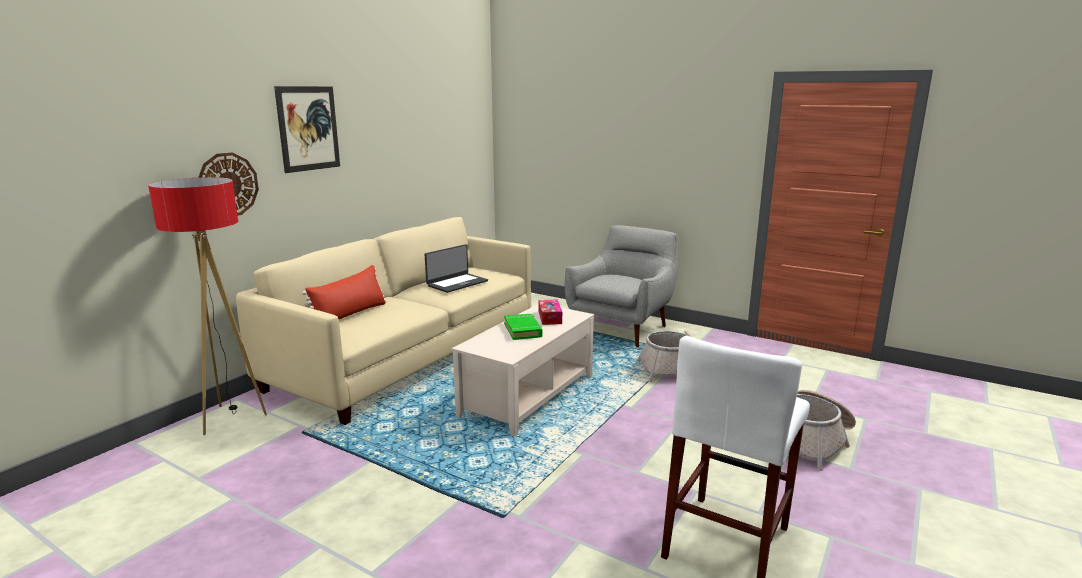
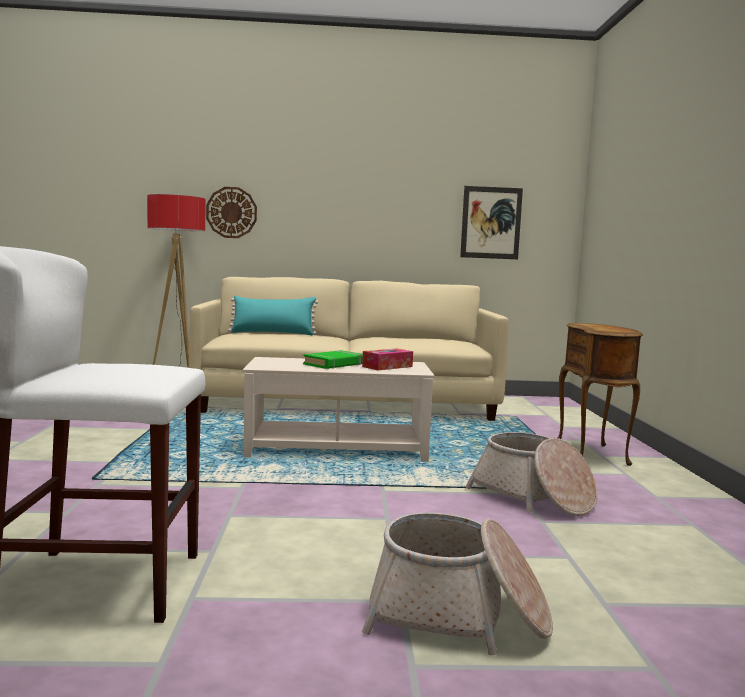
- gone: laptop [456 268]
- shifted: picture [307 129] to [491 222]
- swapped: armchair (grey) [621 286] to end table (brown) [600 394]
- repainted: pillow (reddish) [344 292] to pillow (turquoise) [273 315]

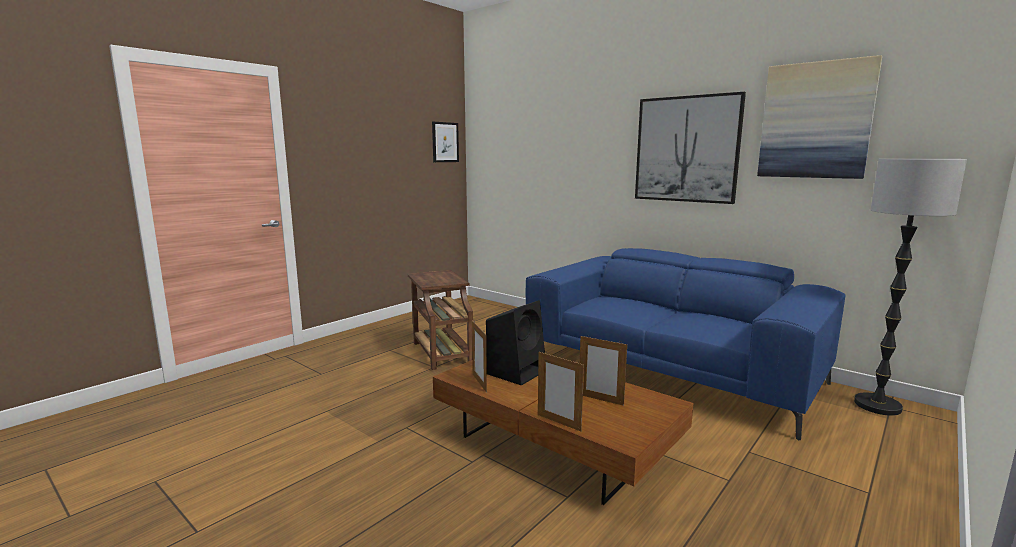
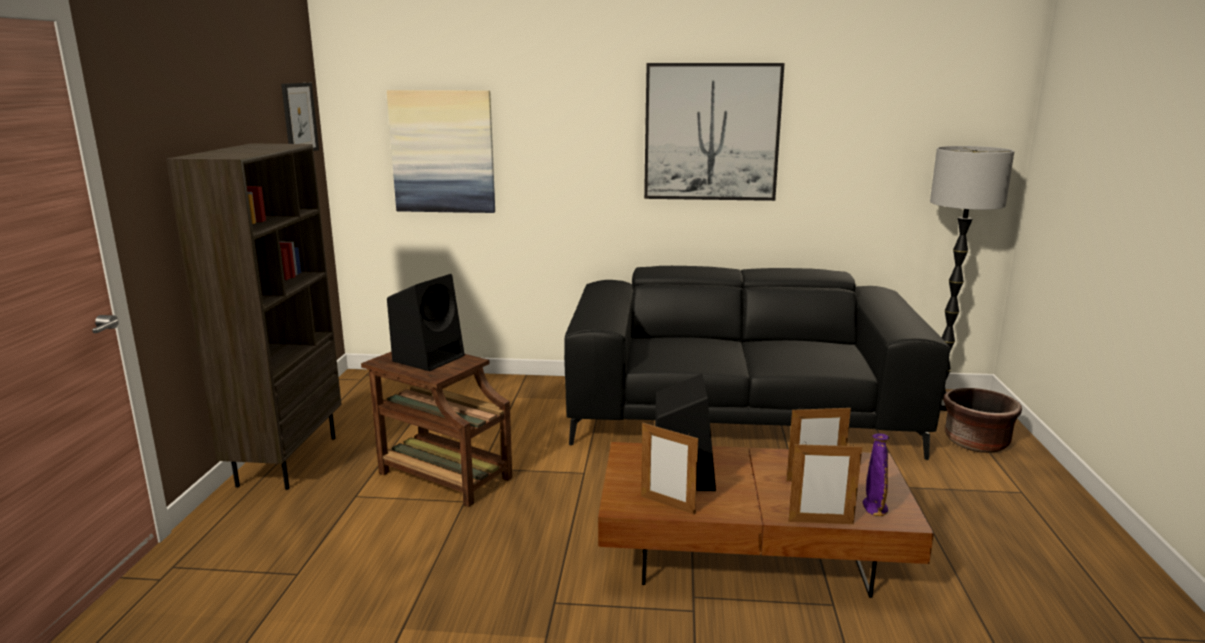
- new: bookcase (brown) [253 317]
- new: audio speaker (black-coloured) [426 322]
- new: flower vase (purple-coloured) [876 474]
- new: planter (brown) [982 420]
- shifted: picture [819 117] to [441 151]
- repainted: settee (bluish) [685 344] to settee (black-coloured) [757 363]

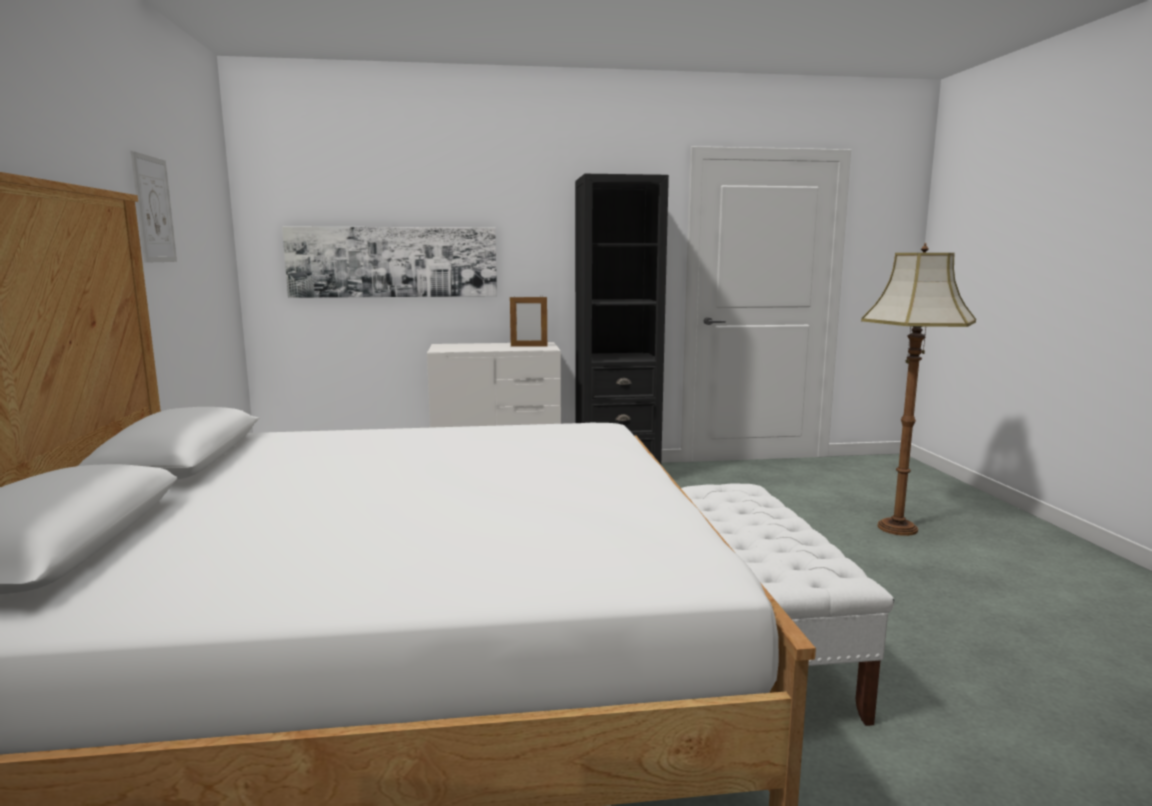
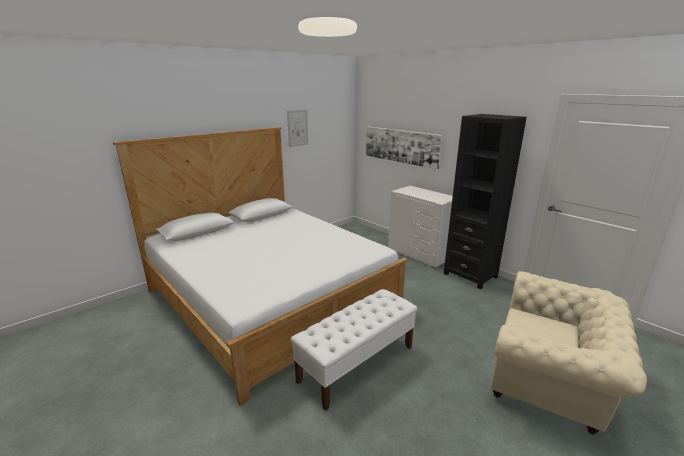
- gone: picture frame [528 321]
- swapped: standard lamp [918 389] to armchair (beige-coloured) [568 353]

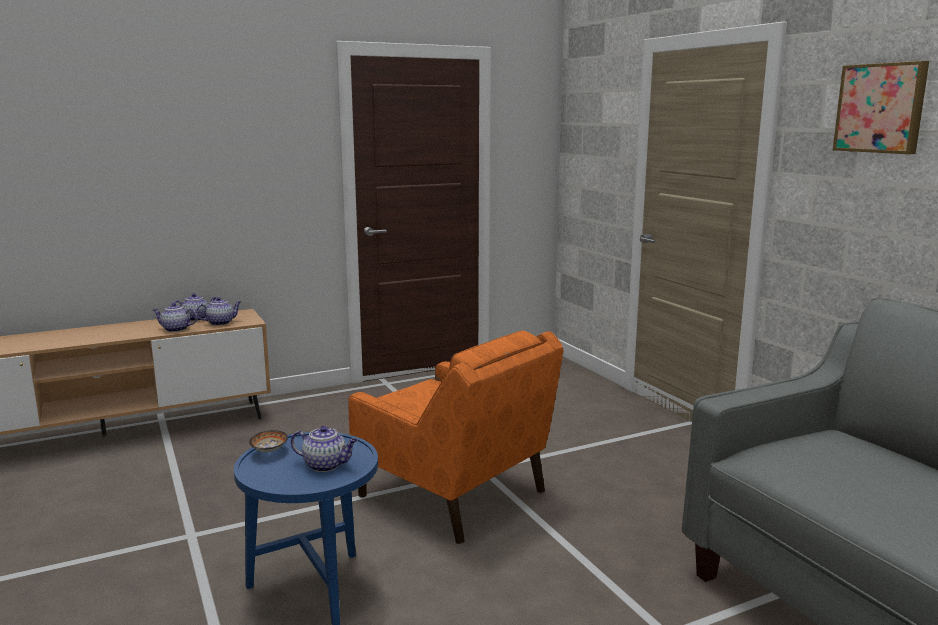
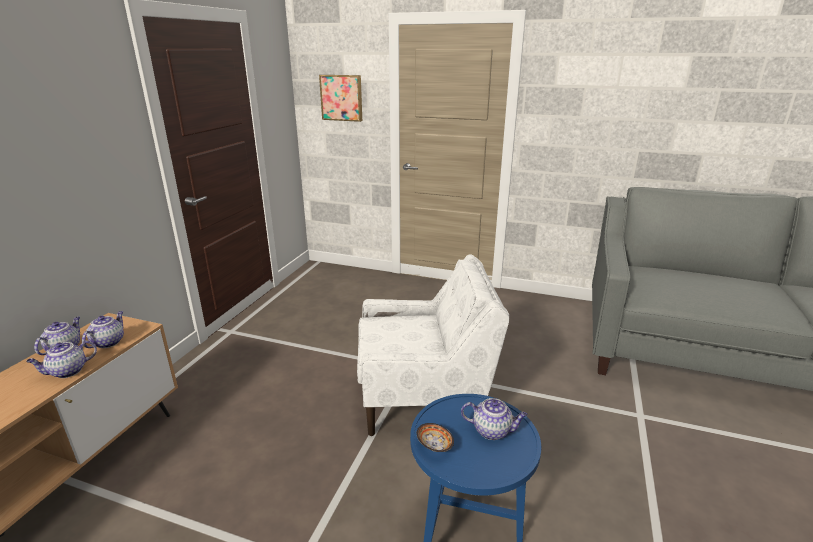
- shifted: picture [881 107] to [340 98]
- repainted: armchair (orange-coloured) [456 437] to armchair (white-coloured) [433 345]
- rotated: teapot [324 449] = [494 419] 45 degrees clockwise

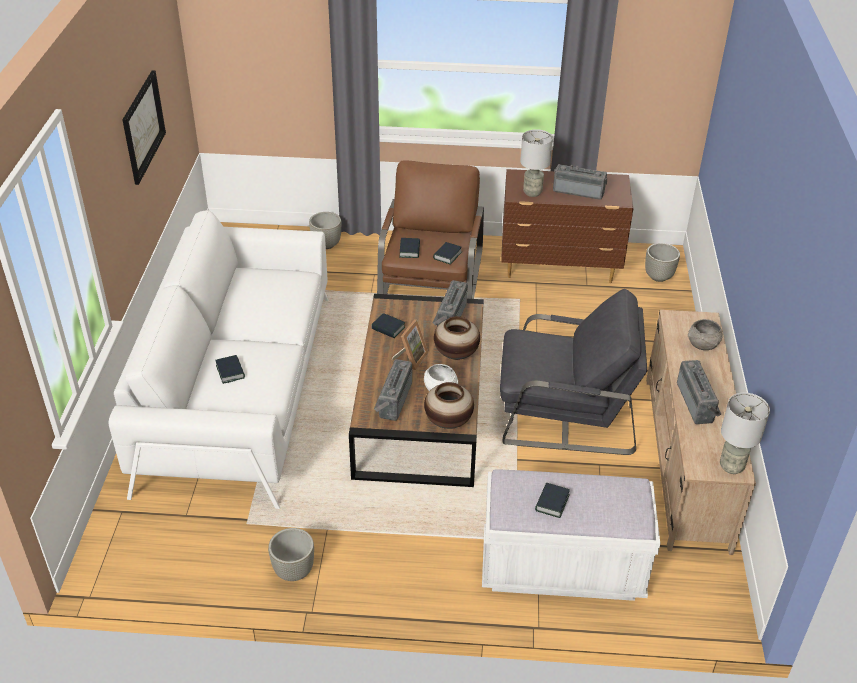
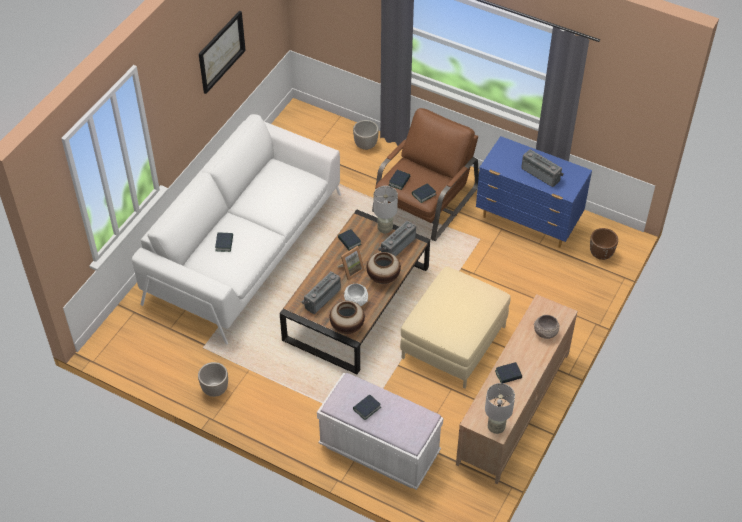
- shifted: tabletop lamp (grey) [536 163] to [385 210]
- swapped: armchair (grey) [574 372] to pouffe (beige-coloured) [455 327]
- swapped: radio set [699 392] to book [508 372]
- repainted: chest of drawers (brown) [567 226] to chest of drawers (bluish) [534 192]
- repainted: planter (grey) [662 262] to planter (brown) [604 244]

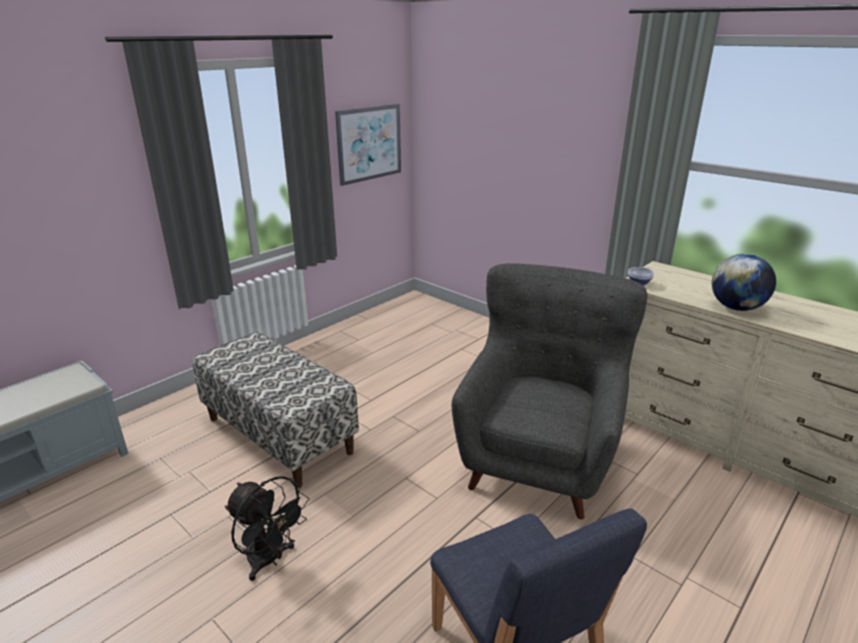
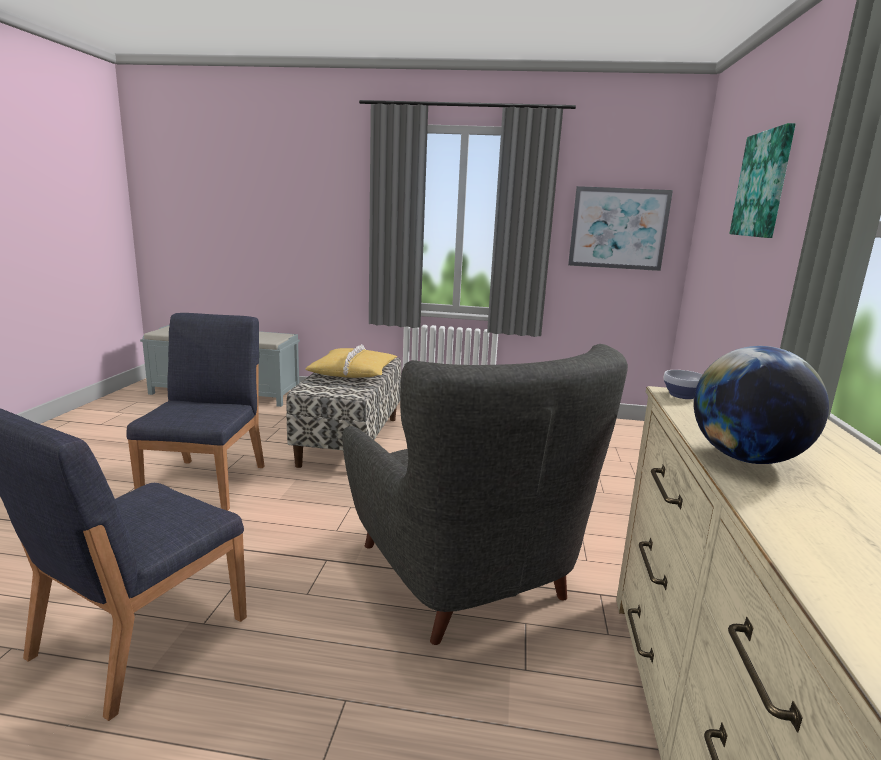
- new: pillow (yellowish) [351 361]
- new: picture [762 180]
- swapped: fan (black-coloured) [267 528] to chair (bluish) [195 412]
- rotated: armchair (grey) [550 391] = [485 494] 75 degrees clockwise

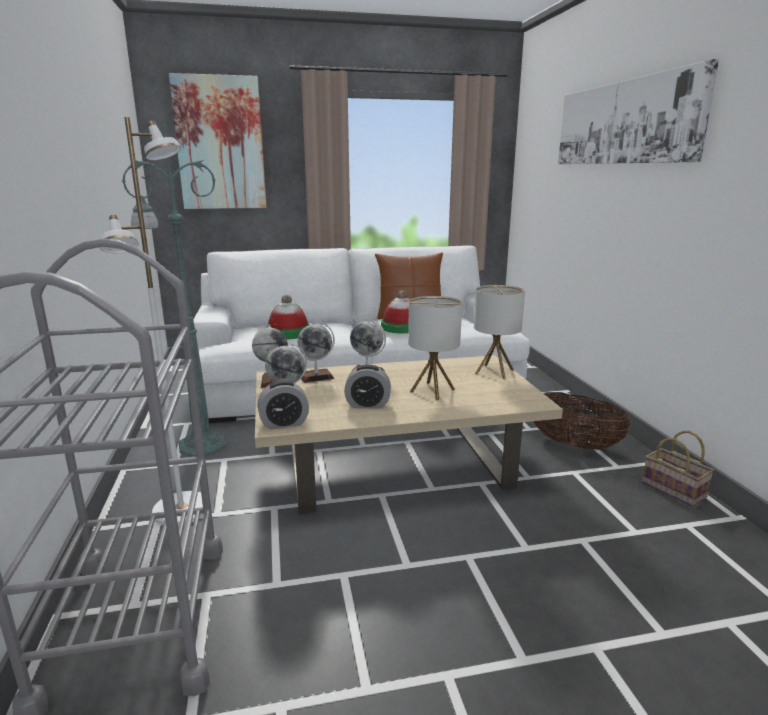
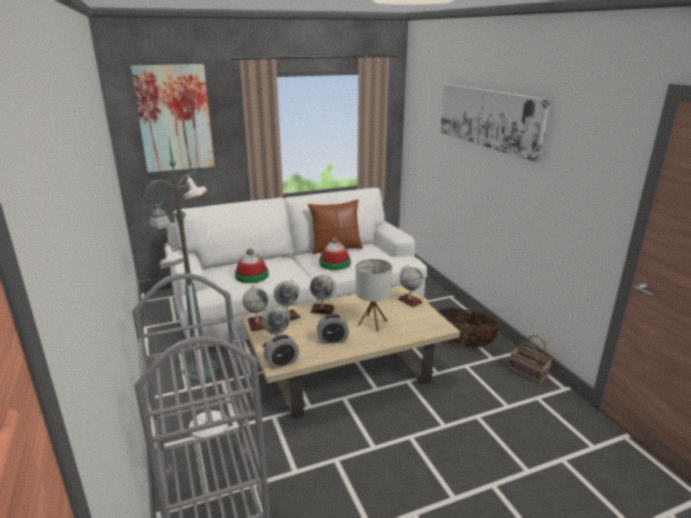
- swapped: tabletop lamp [499 332] to globe [410 286]

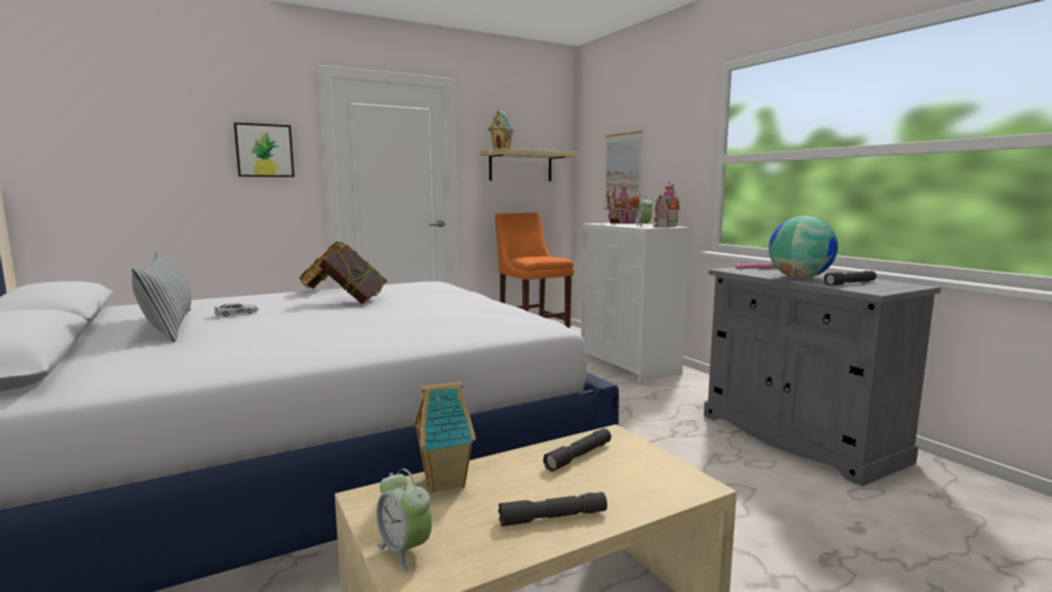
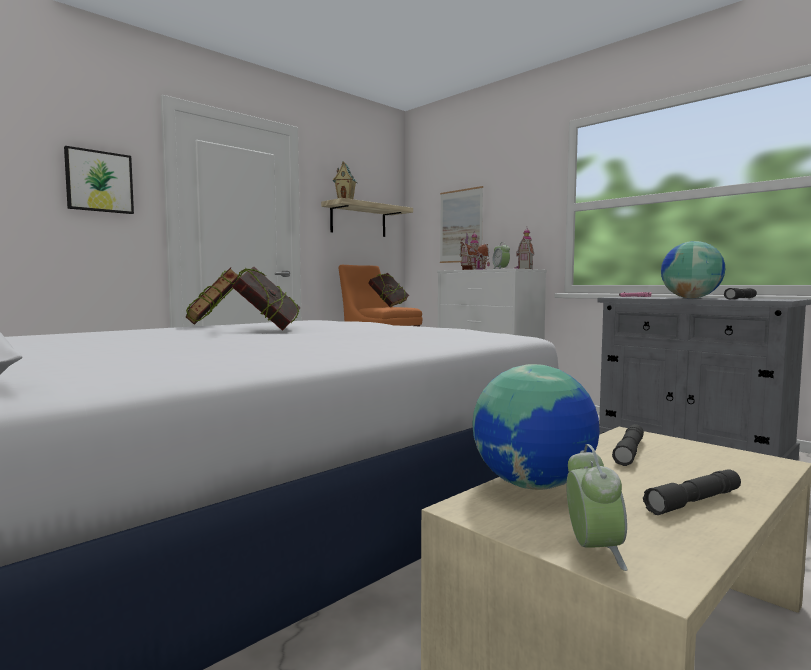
- gone: pillow [161 296]
- gone: model car [236 309]
- new: book [388 290]
- swapped: toy house [445 437] to globe [536 427]
- rotated: alarm clock [404 519] = [597 507] 120 degrees counterclockwise

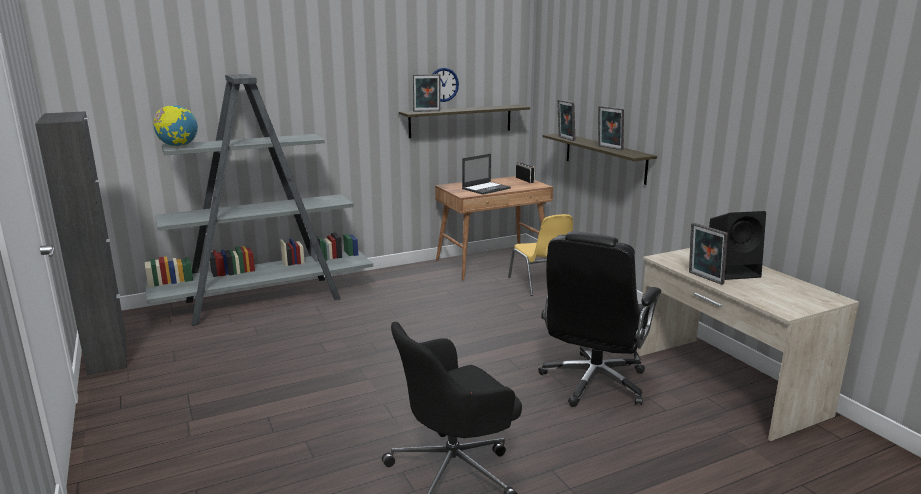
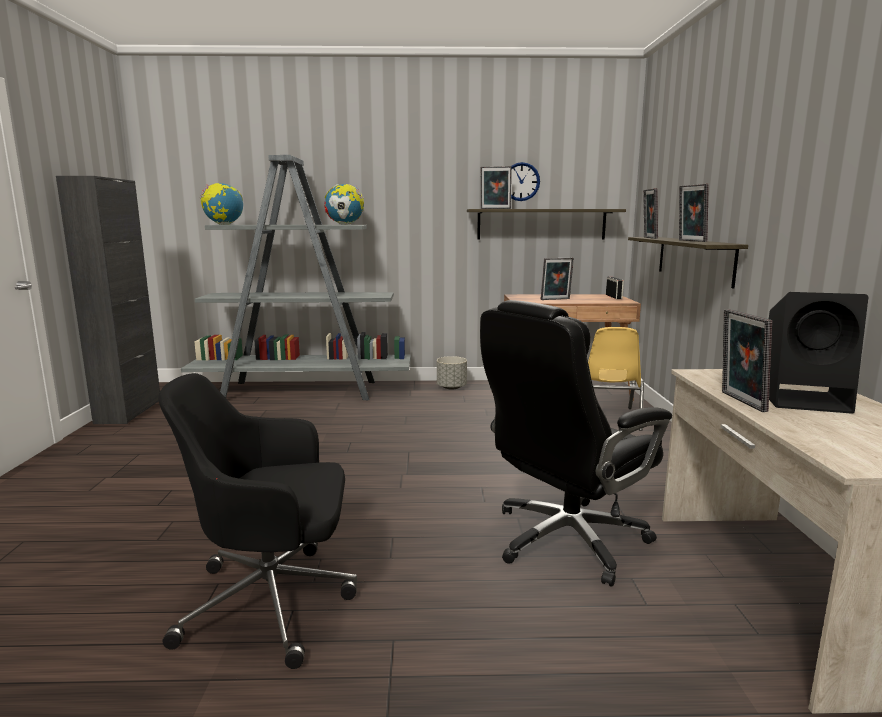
- new: globe [344 204]
- new: planter (grey) [452 373]
- swapped: laptop [486 174] to picture frame [557 279]

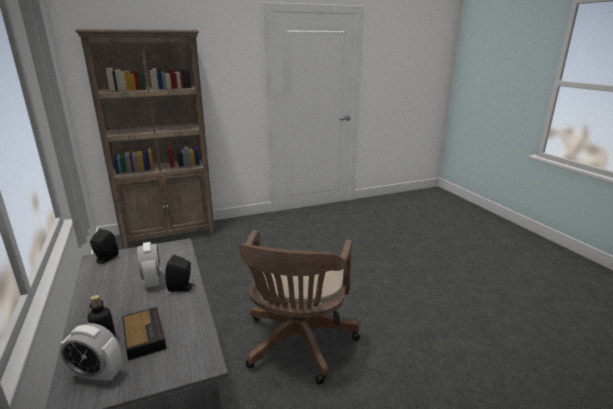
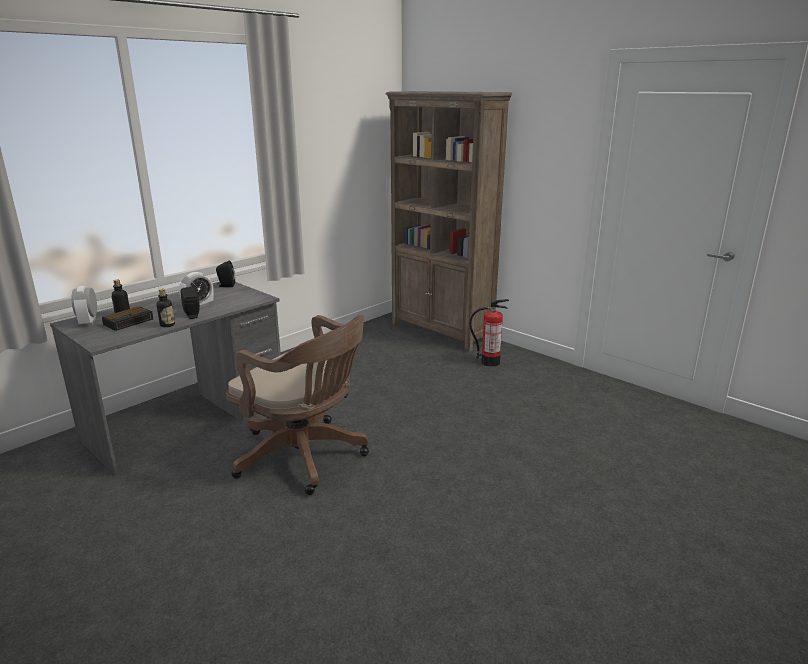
- new: drink bottle [165 308]
- new: fire-fighting cylinder [489 333]
- rotated: computer chair (brown) [299 307] = [297 404] 135 degrees counterclockwise

